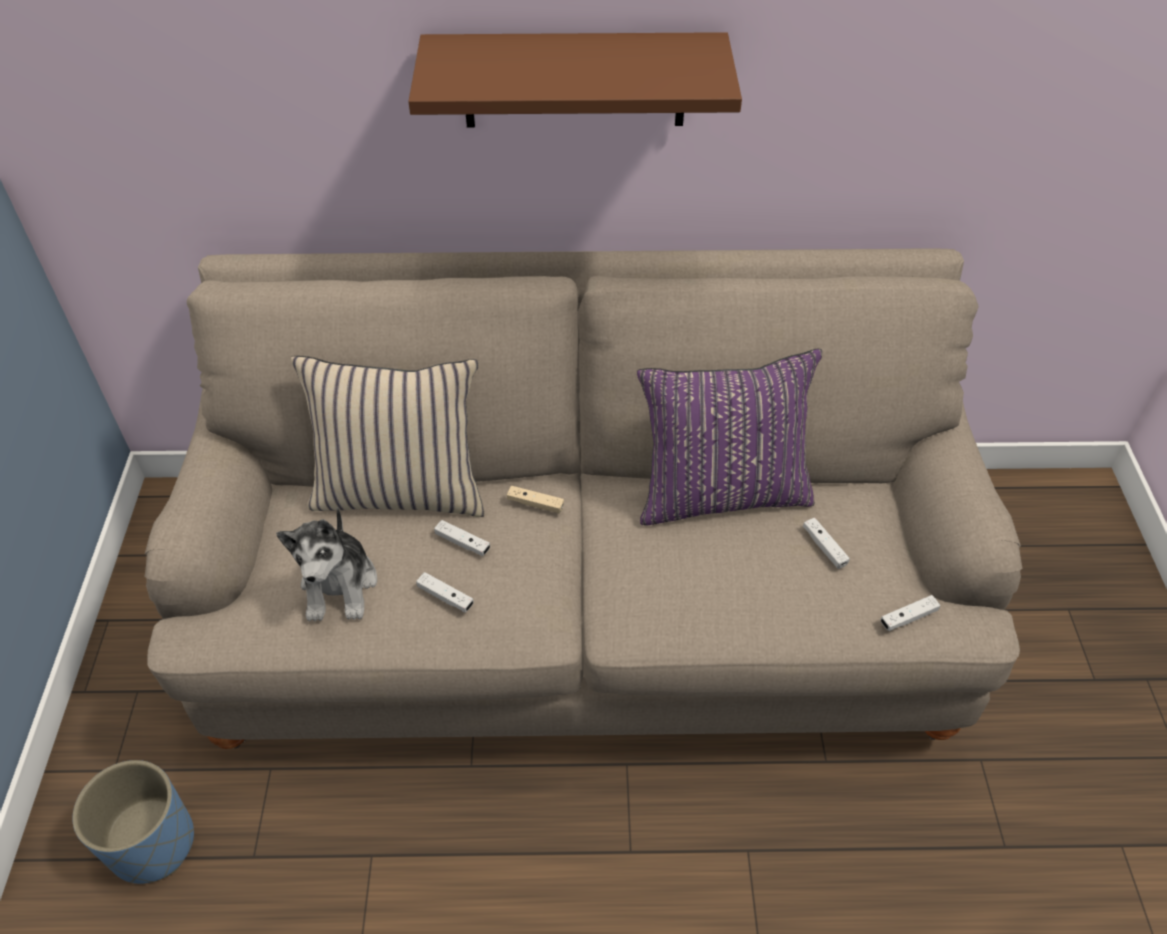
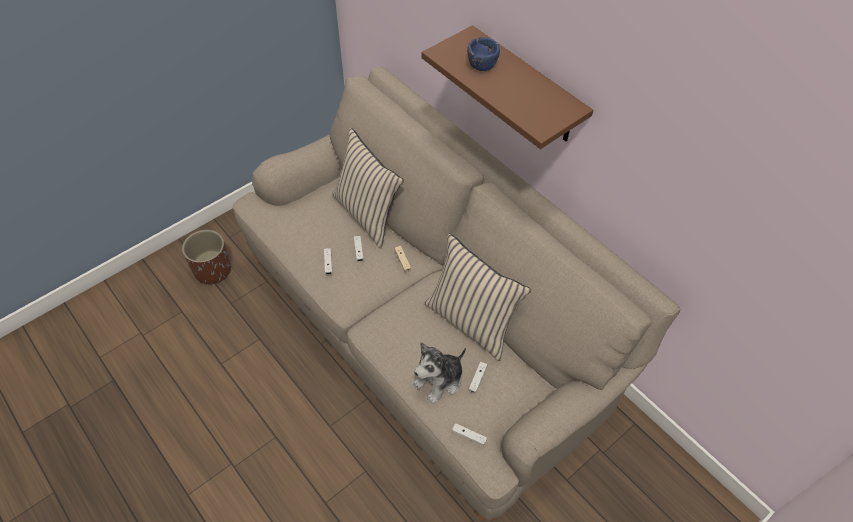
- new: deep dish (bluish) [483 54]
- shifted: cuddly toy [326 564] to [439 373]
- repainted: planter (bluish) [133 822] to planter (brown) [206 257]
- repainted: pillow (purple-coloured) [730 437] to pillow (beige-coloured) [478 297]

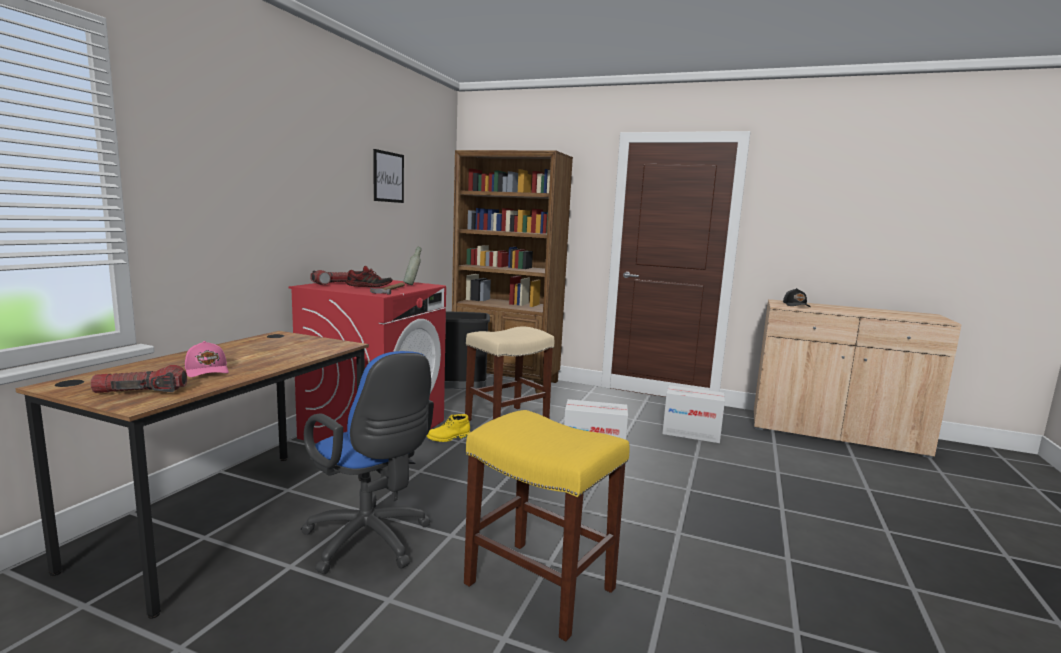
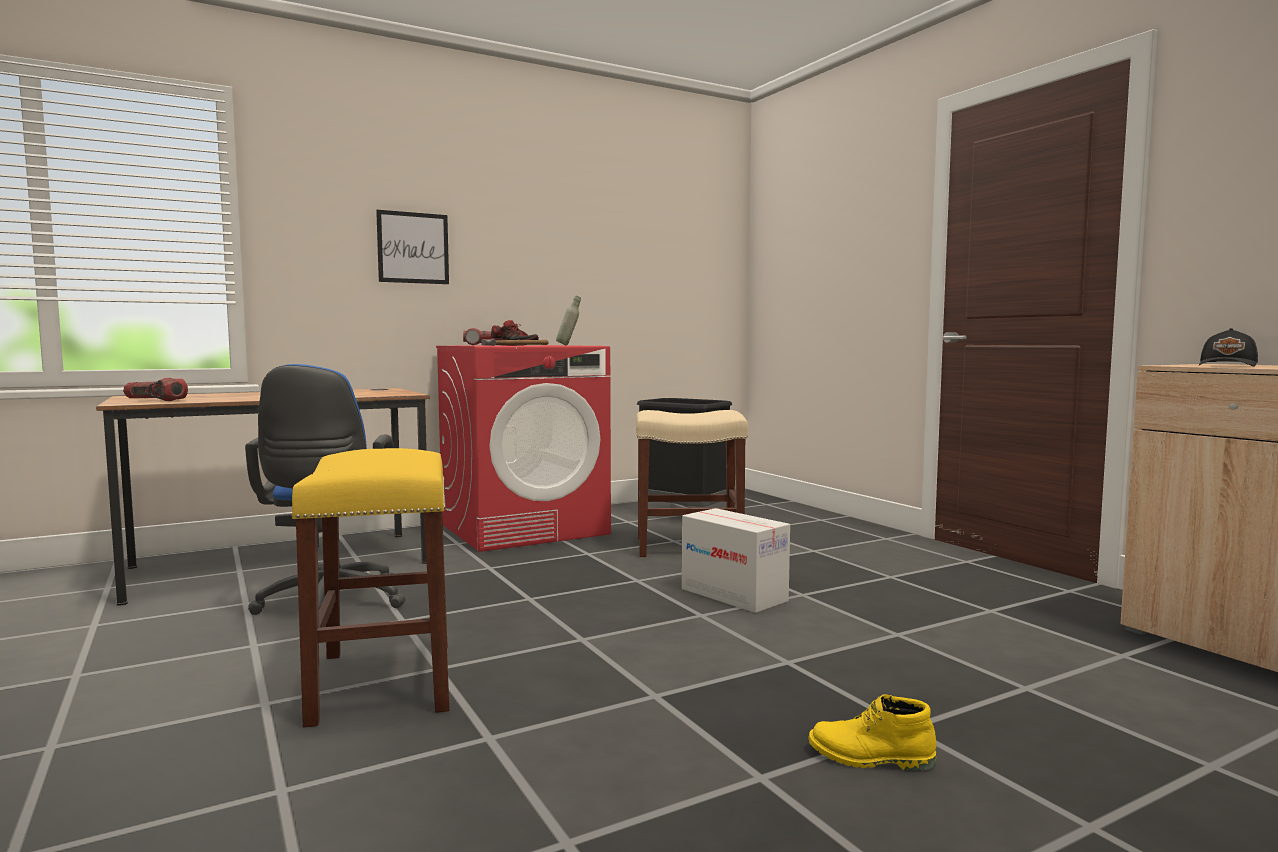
- gone: cap (pink-coloured) [207 359]
- gone: bookcase (brown) [512 271]
- gone: carton [693 414]
- shifted: picture [388 176] to [412 247]
- shifted: tall boot (yellowish) [448 428] to [872 732]

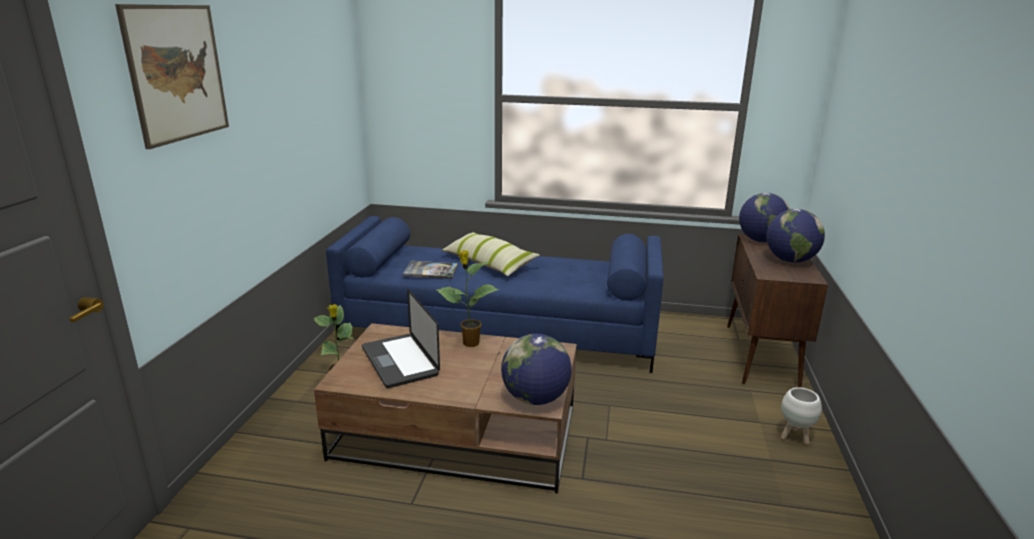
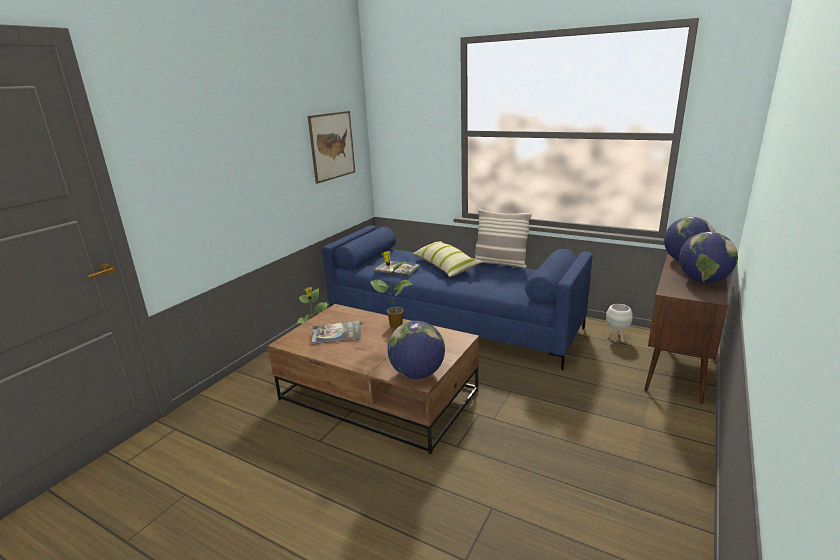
- new: pillow [503 238]
- shifted: picture [172 76] to [331 147]
- shifted: planter (white-coloured) [801 416] to [619 323]
- swapped: laptop [401 338] to book [336 332]

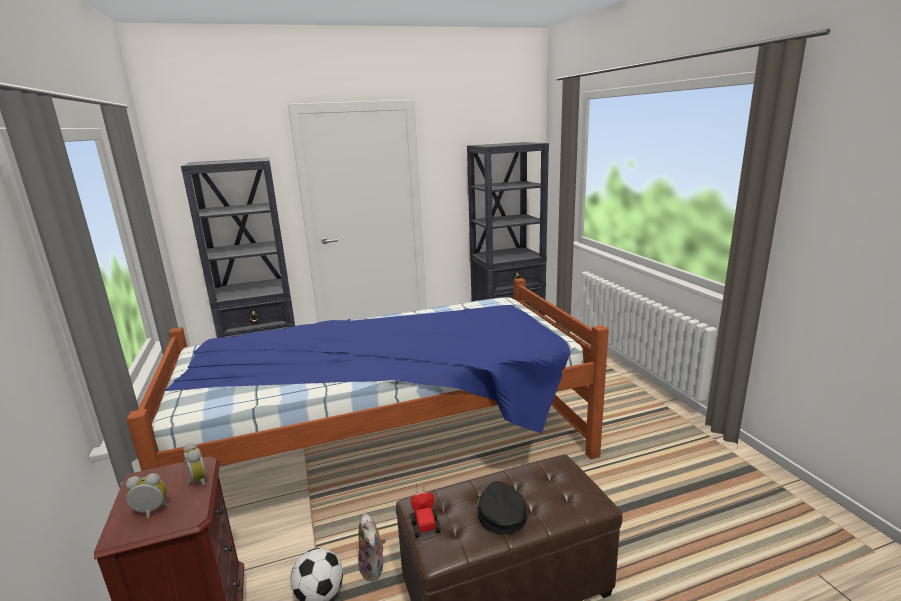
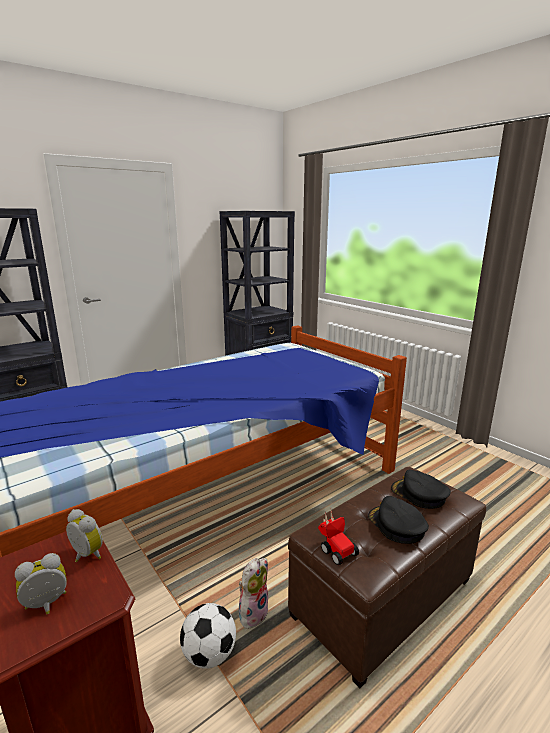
- new: cap (black-coloured) [421 489]
- rotated: cuddly toy [372 547] = [253 593] 105 degrees counterclockwise

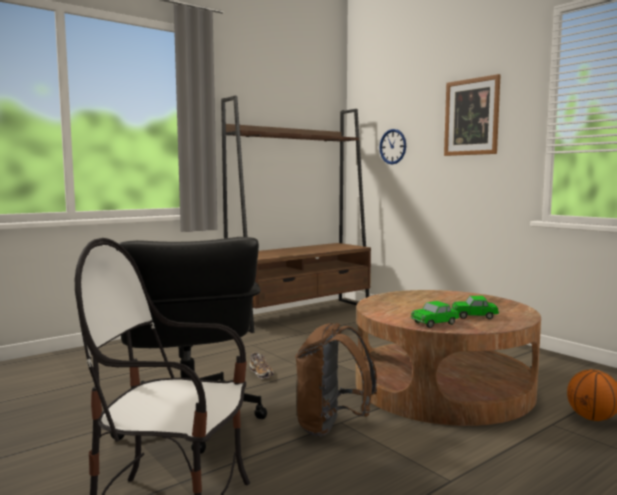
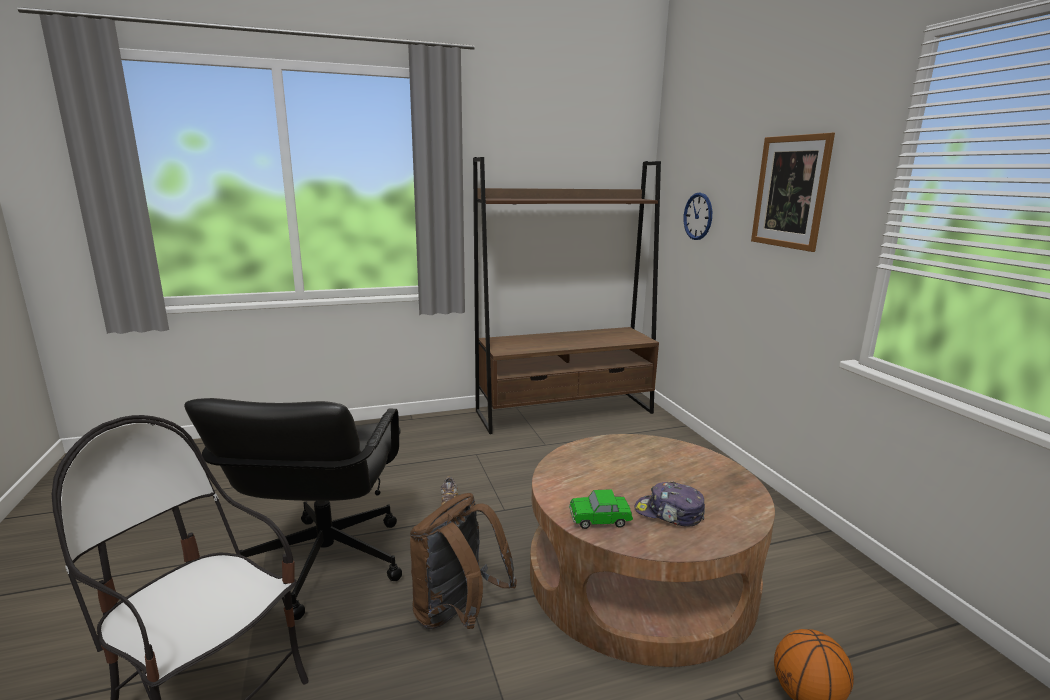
- swapped: model car [475 307] to cap [669 504]

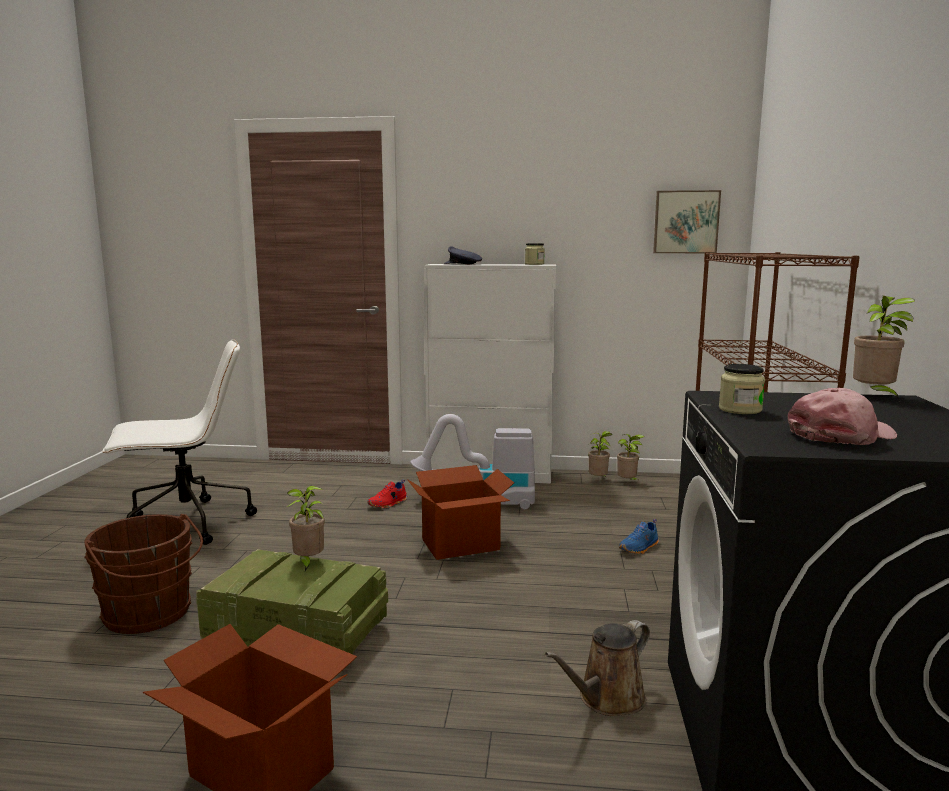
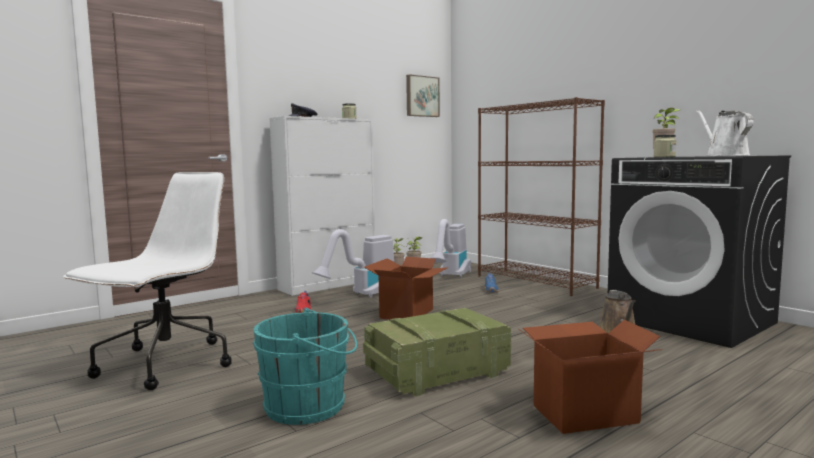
- gone: houseplant [306 528]
- new: vacuum cleaner [451 248]
- swapped: cap (pink-coloured) [842 416] to watering pot (white-coloured) [725 133]
- repainted: bucket (brown) [143 574] to bucket (turquoise) [305 366]

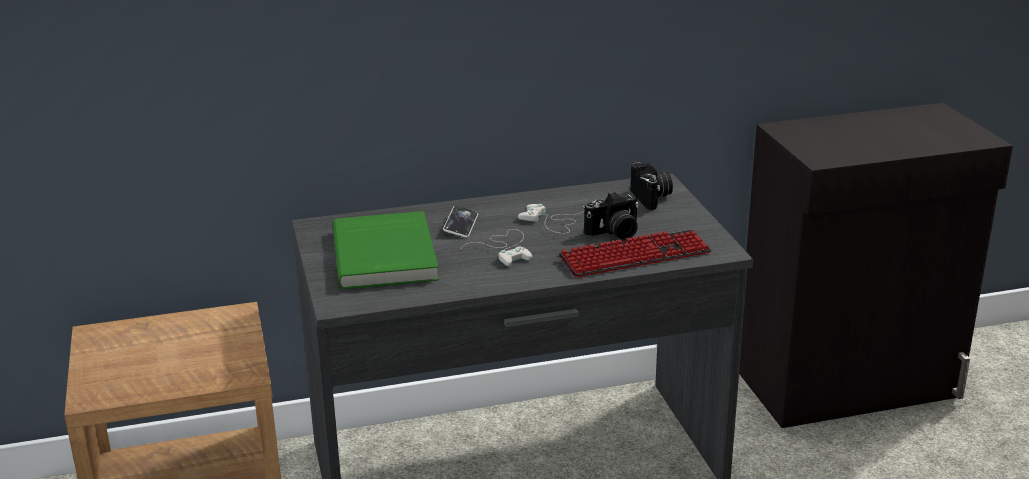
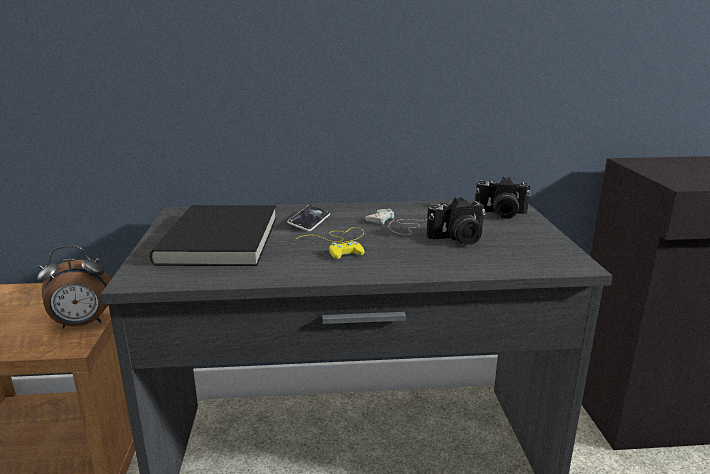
- gone: computer keyboard [635 253]
- new: alarm clock [74 287]
- repainted: book (green) [386 250] to book (black-coloured) [213 235]
- repainted: game controller (white-coloured) [496 247] to game controller (yellowish) [330 243]
- rotated: still camera [651 185] = [503 198] 105 degrees clockwise

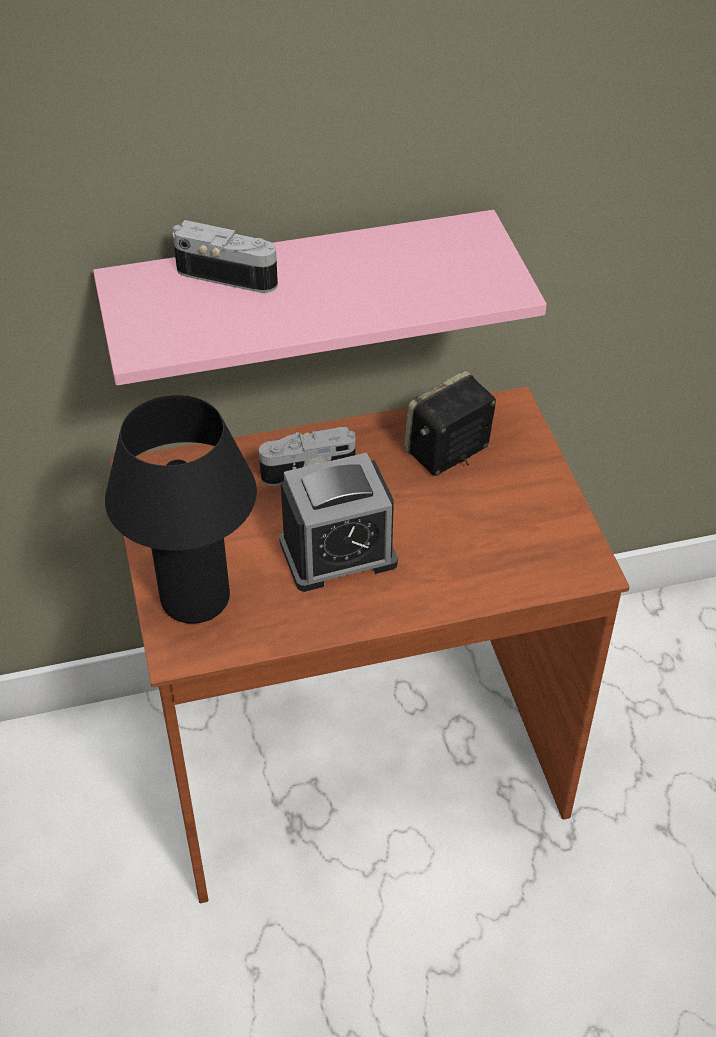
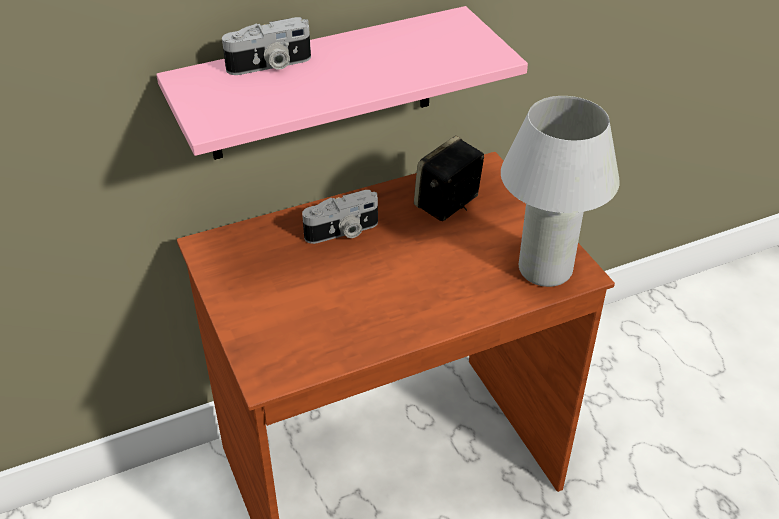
- gone: tabletop lamp (black-coloured) [181 509]
- gone: alarm clock [338 522]
- new: tabletop lamp (white-coloured) [560 191]
- rotated: still camera [225 256] = [266 46] 150 degrees clockwise

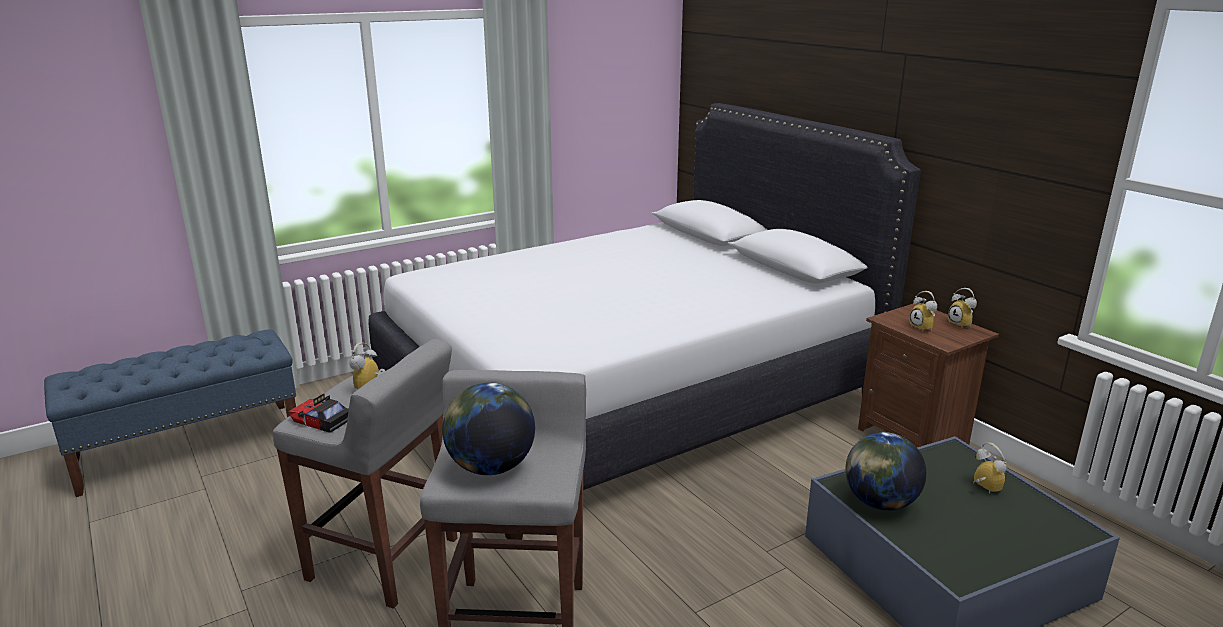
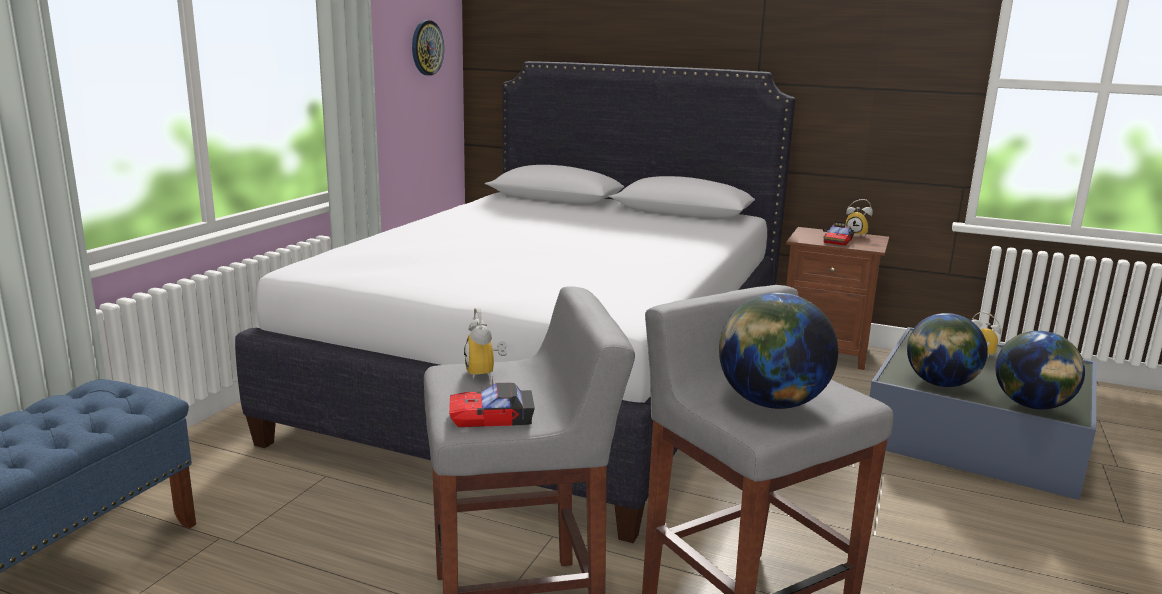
- new: wall clock [428 48]
- new: globe [1040 370]
- swapped: alarm clock [923 311] to model car [838 233]

